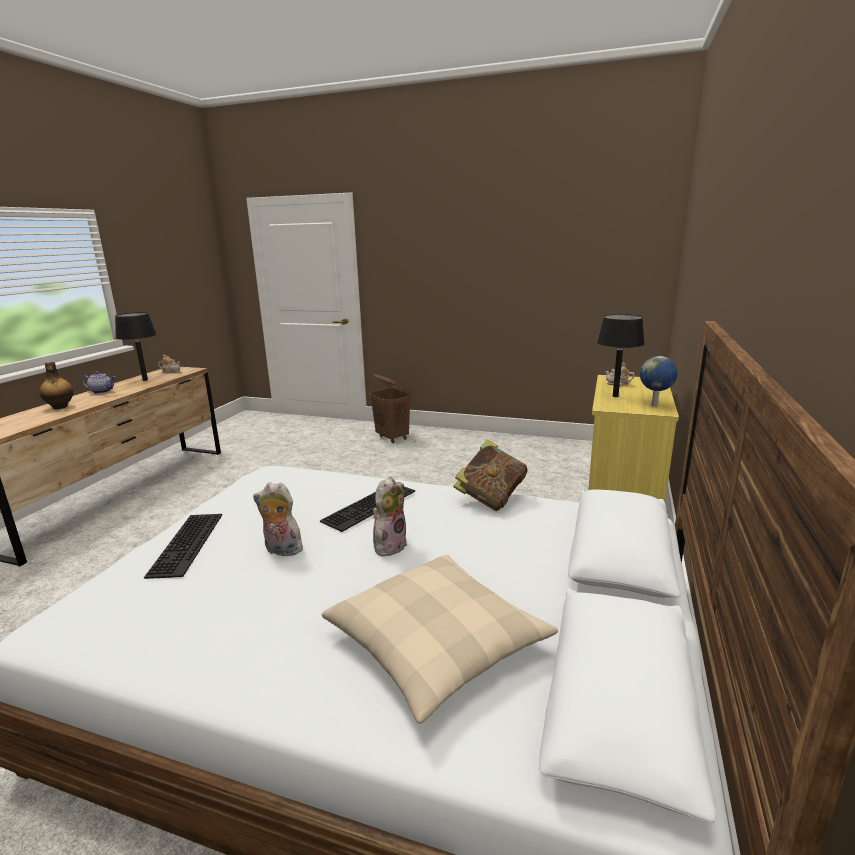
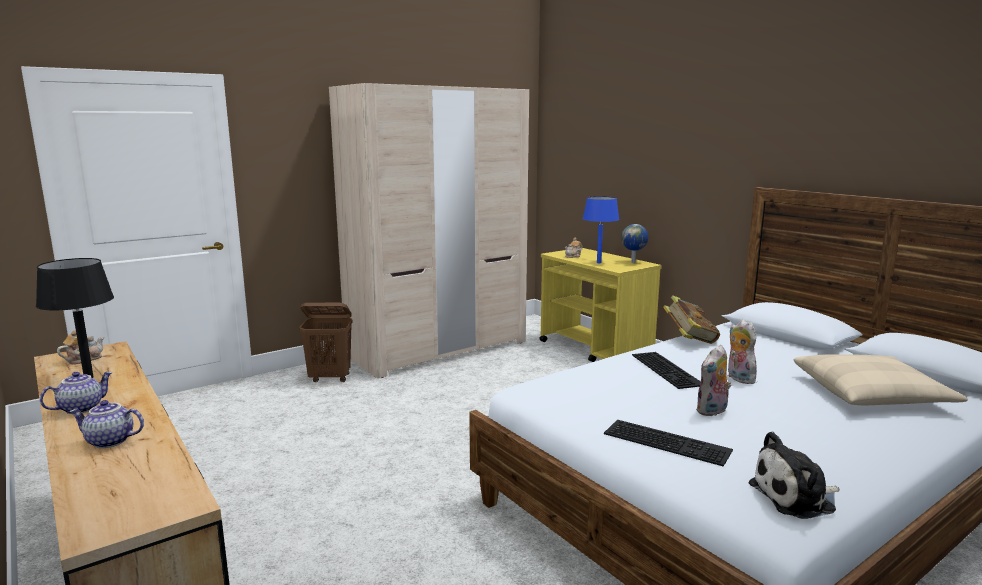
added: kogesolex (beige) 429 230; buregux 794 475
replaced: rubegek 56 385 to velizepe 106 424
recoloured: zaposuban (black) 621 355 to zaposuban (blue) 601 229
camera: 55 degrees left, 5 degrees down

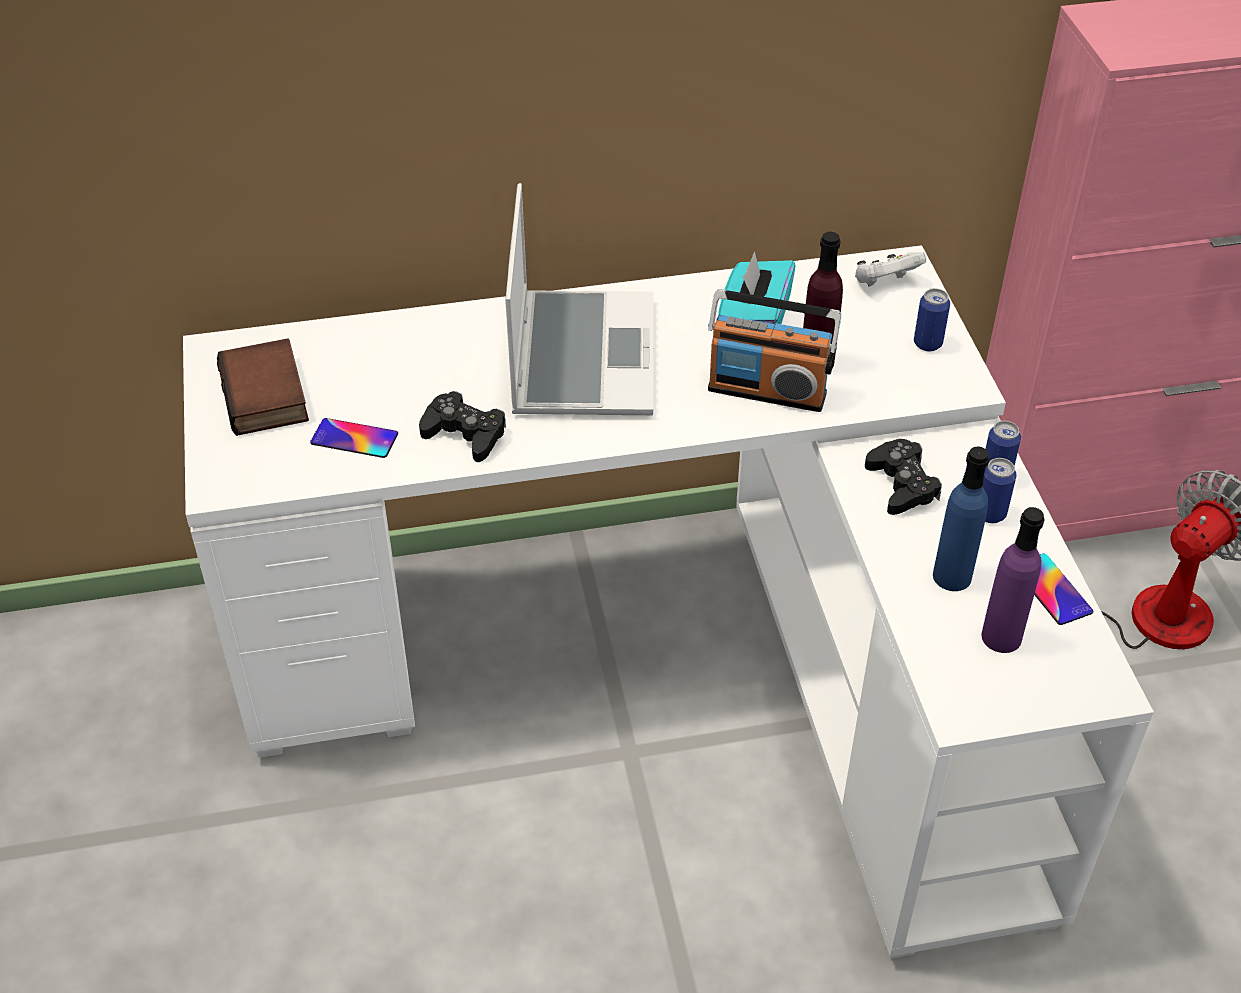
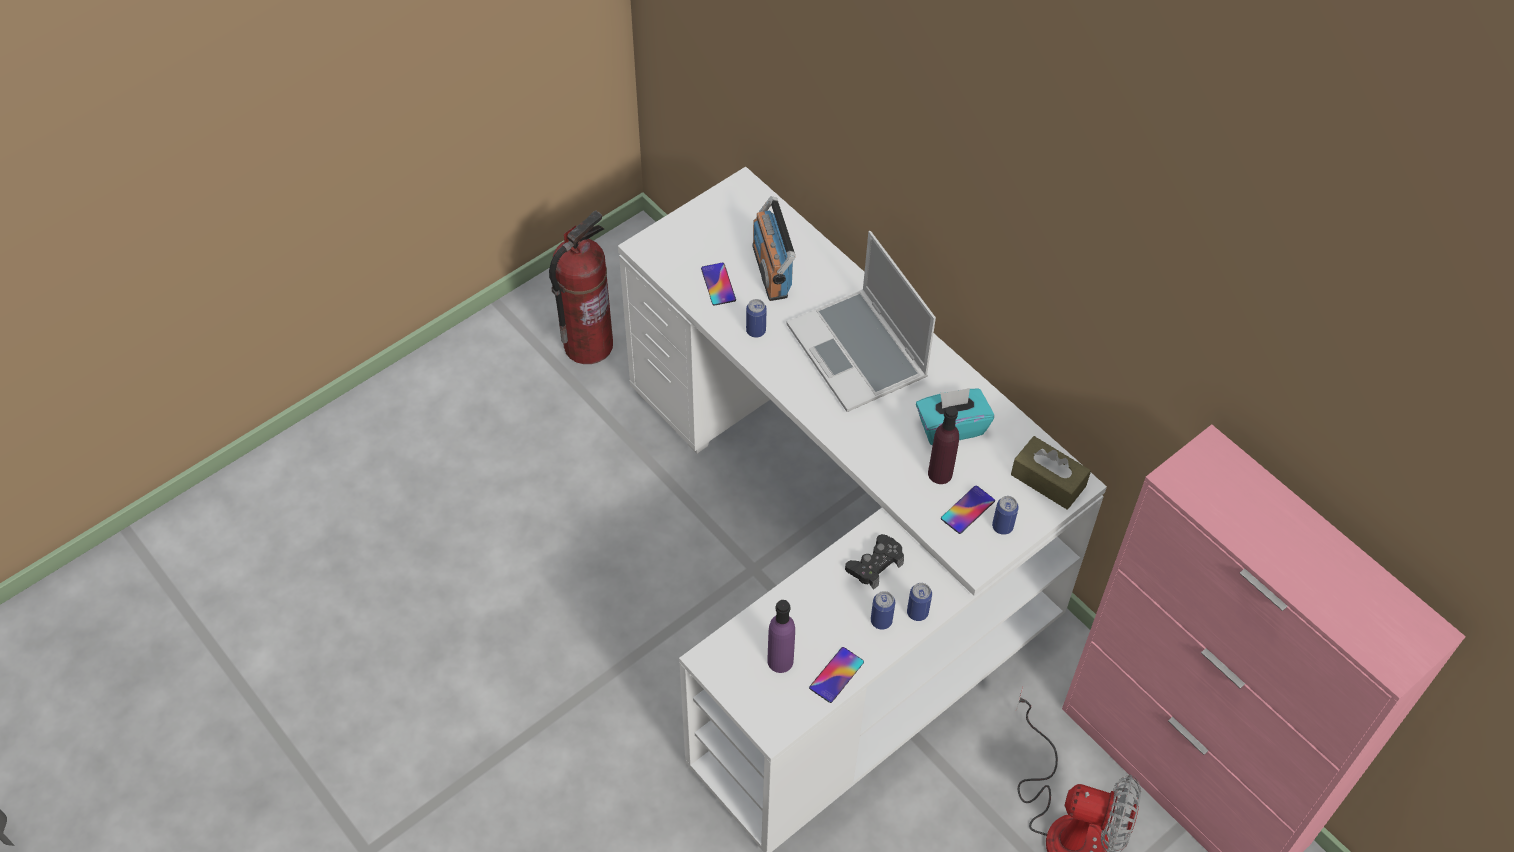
removed: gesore 263 387; rubegek (blue) 961 519
added: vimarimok 581 287; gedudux 968 510
moved: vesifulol 774 350 to 774 248
replaced: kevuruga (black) 462 426 to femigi 756 318; kevuruga (white) 890 269 to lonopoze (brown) 1051 473
turned: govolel 579 299 = 861 321 90 degrees clockwise
camera: 60 degrees right, 10 degrees up

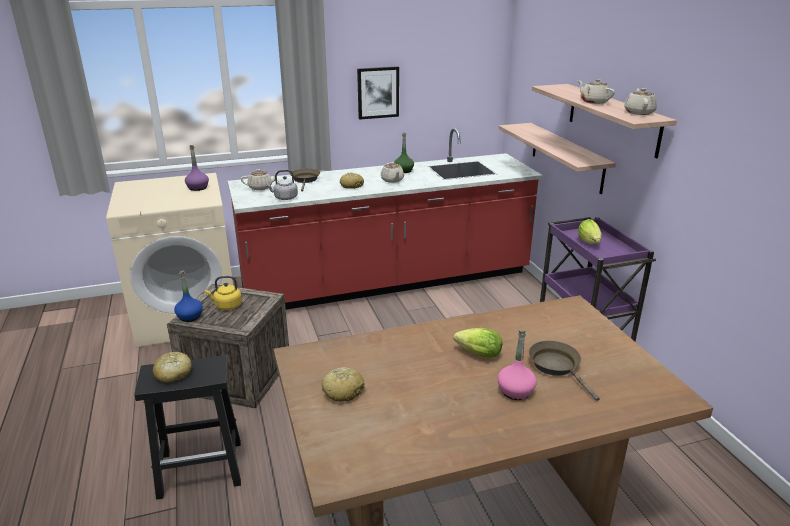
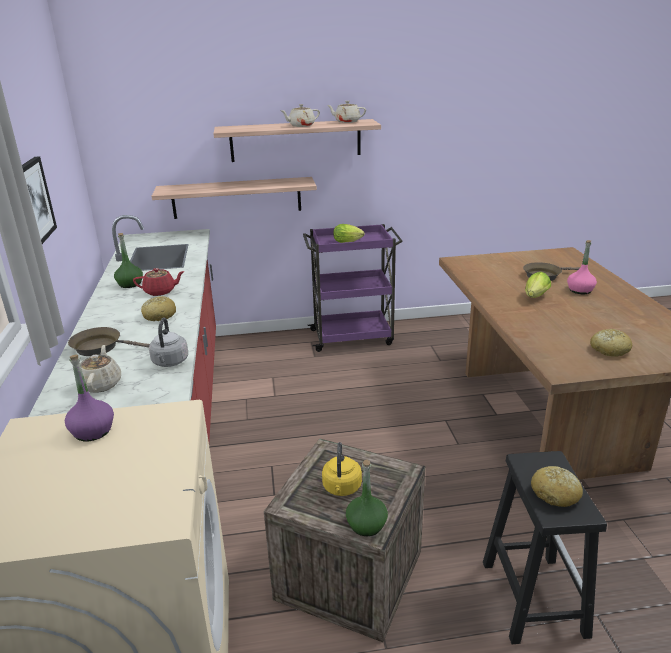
recoloured: rubegek (blue) 188 296 to rubegek (green) 367 498; velizepe (beige) 392 172 to velizepe (red) 159 282
camera: 80 degrees left, 0 degrees up

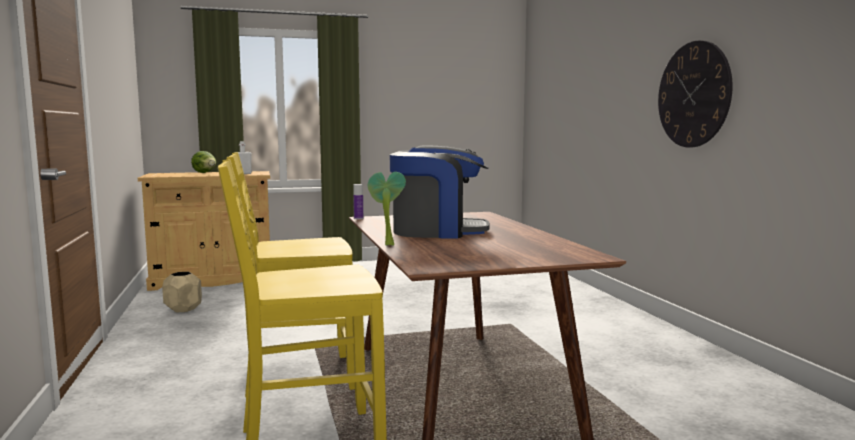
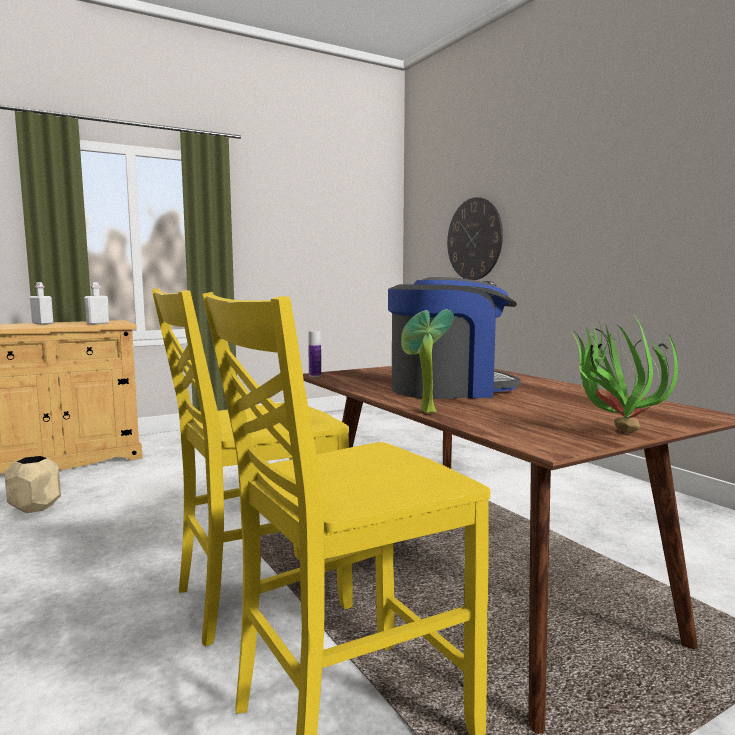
added: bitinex 625 375
moved: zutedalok 695 93 to 475 238
replaced: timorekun 203 162 to rubegek (white) 41 303
camera: 15 degrees left, 0 degrees up

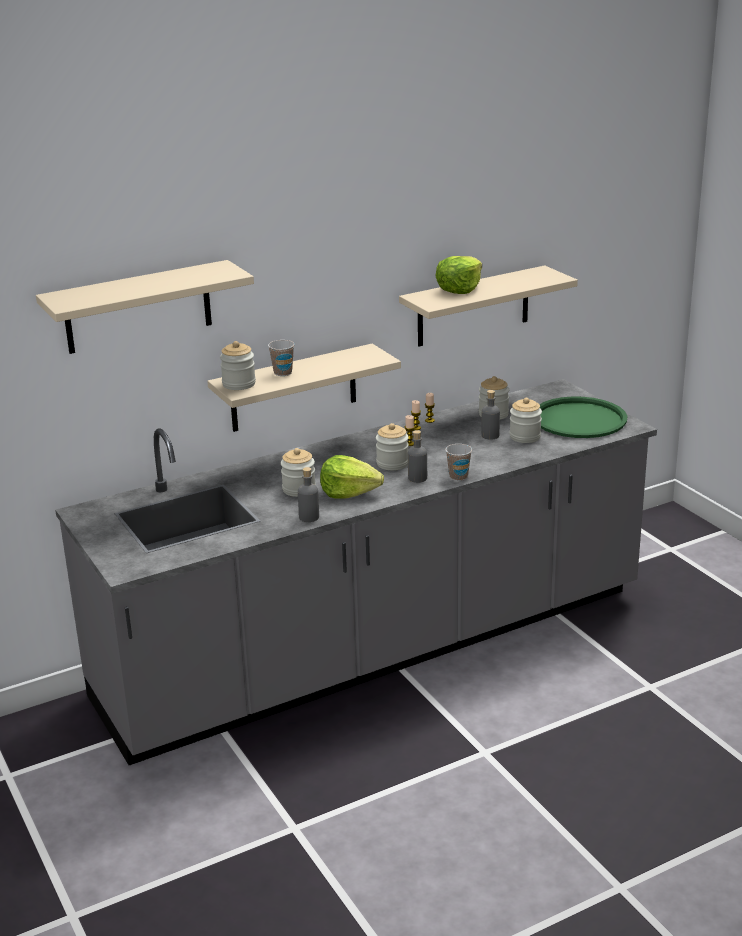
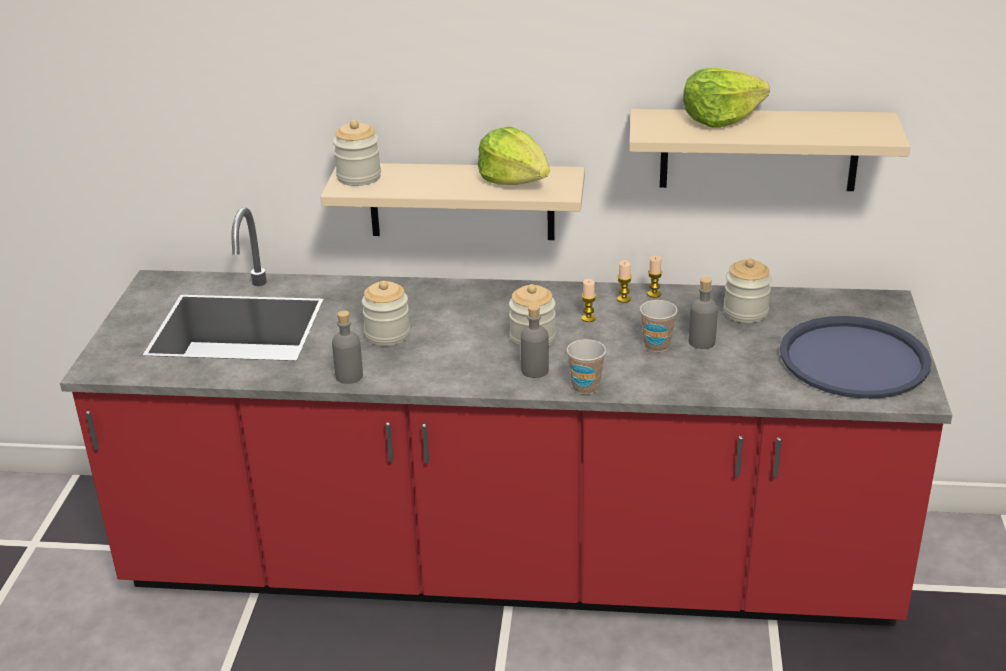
removed: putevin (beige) 145 307; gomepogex 526 420
moved: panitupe 281 358 to 659 326; timorekun 352 477 to 514 156
recoloured: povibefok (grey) 356 572 to povibefok (red) 506 416; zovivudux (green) 583 417 to zovivudux (blue) 856 357
camera: 35 degrees right, 5 degrees up

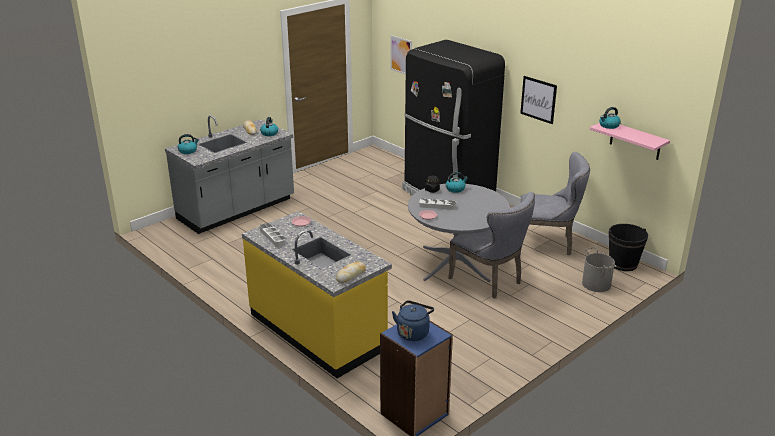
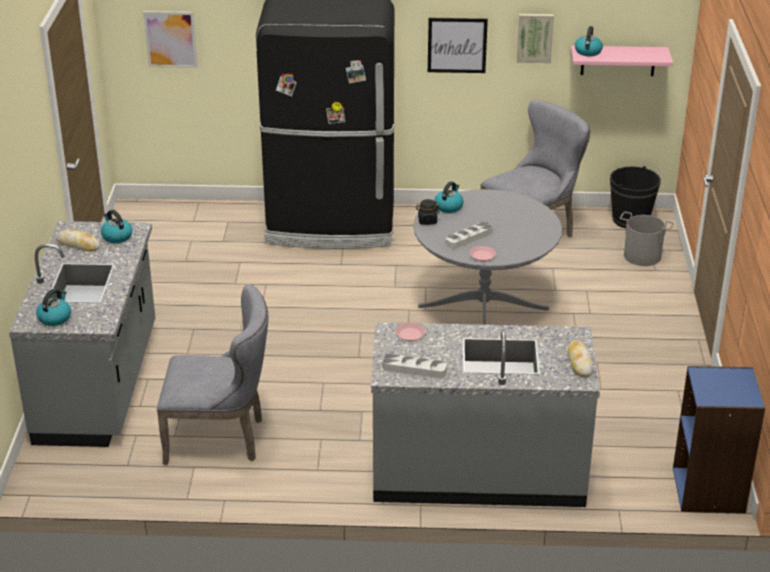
removed: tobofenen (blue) 413 320
added: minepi 535 38
moved: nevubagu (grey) 491 245 to 212 374
recoloured: povibefok (yellow) 317 294 to povibefok (grey) 485 414
camera: 45 degrees left, 5 degrees up

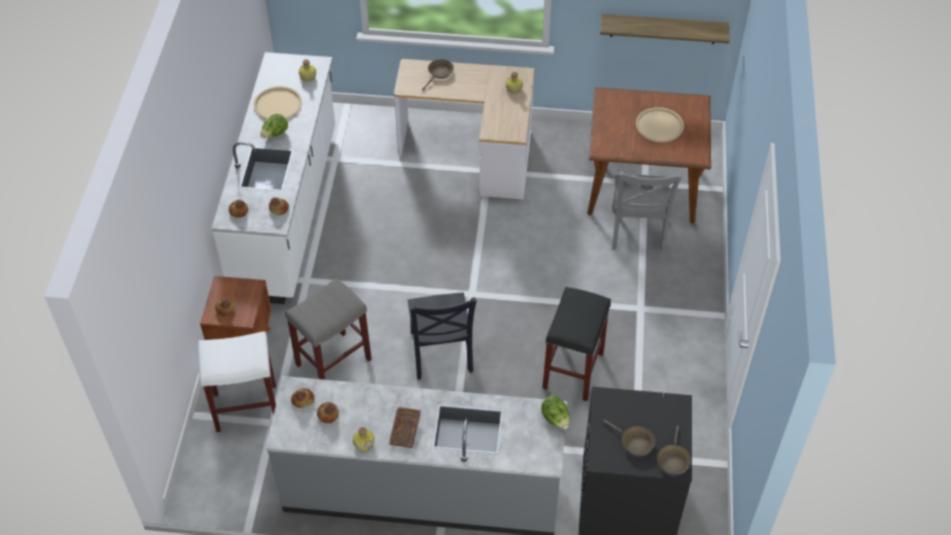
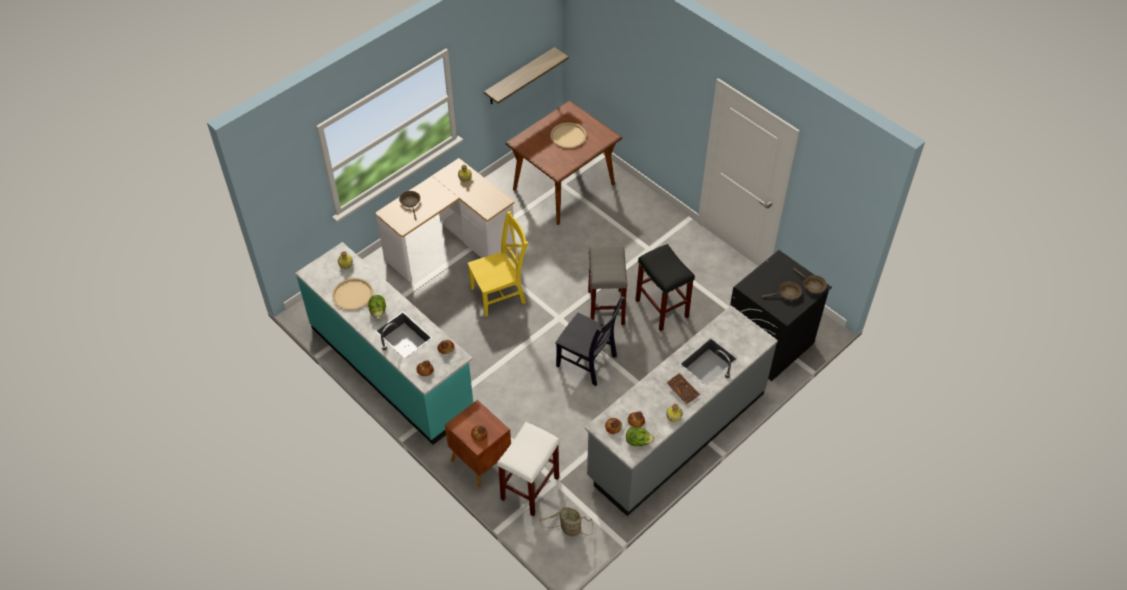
removed: nevubagu (grey) 647 211
added: nevubagu (yellow) 498 264; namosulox 566 521
moved: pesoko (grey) 328 329 to 608 285; timorekun 555 412 to 640 436
recoloured: povibefok (white) 273 178 to povibefok (turquoise) 384 343
camera: 50 degrees left, 0 degrees up

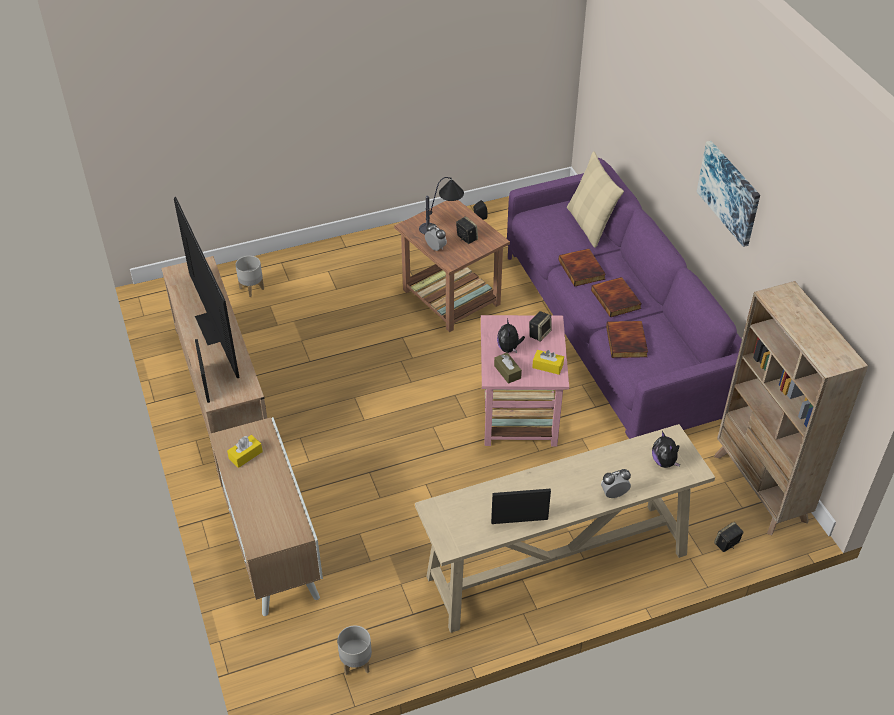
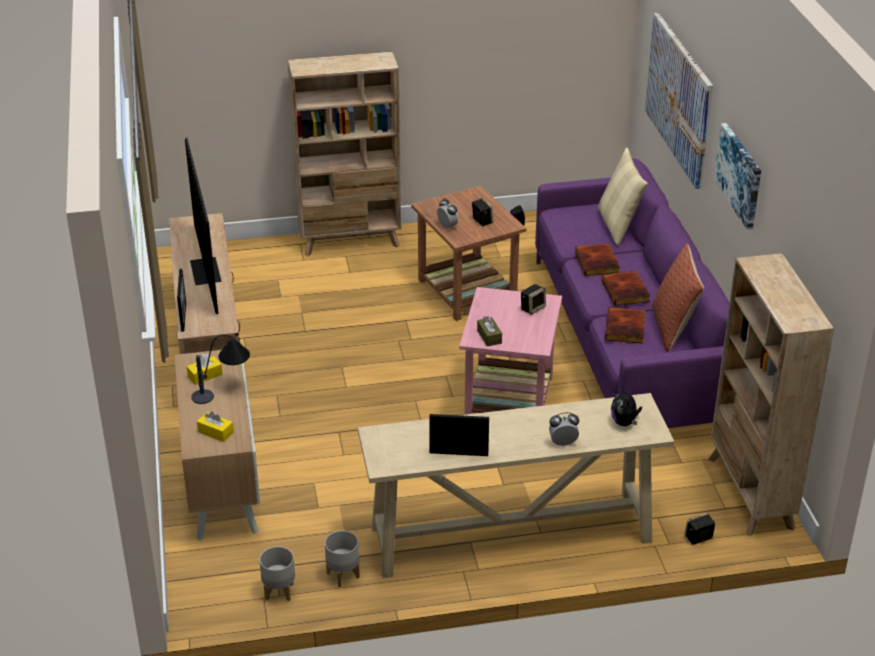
removed: buregux 511 336
added: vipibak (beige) 344 153; minepi 679 101; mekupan 678 297
moved: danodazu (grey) 250 276 to 342 558; zaposuban 441 205 to 220 369; lonopoze (yellow) 548 362 to 215 426
camera: 10 degrees right, 10 degrees down

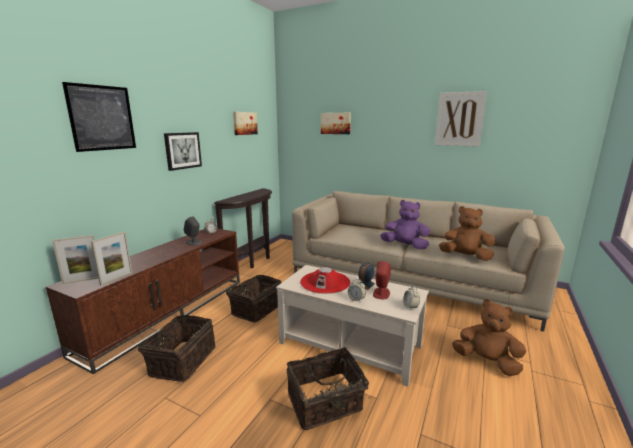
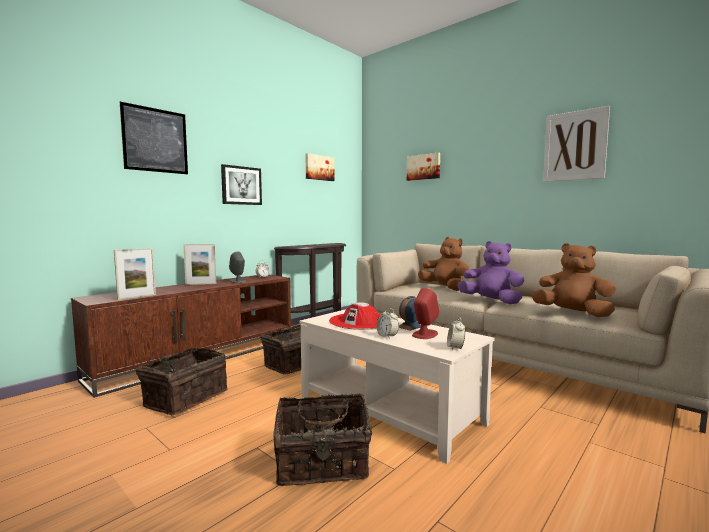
moved: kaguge 75 259 to 199 264; buregux (brown) 489 337 to 443 264
camera: 15 degrees right, 10 degrees down

